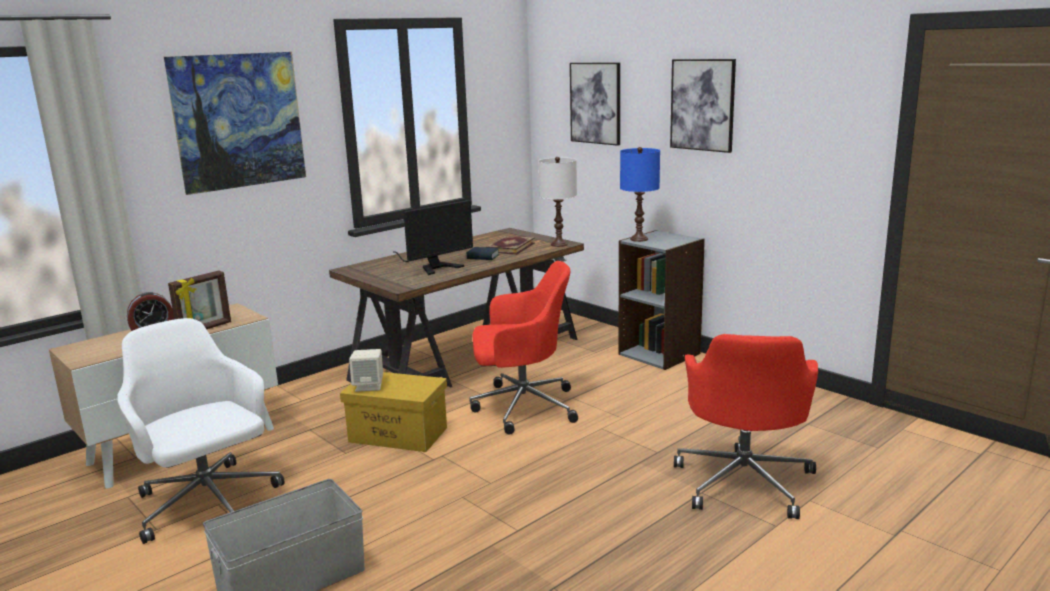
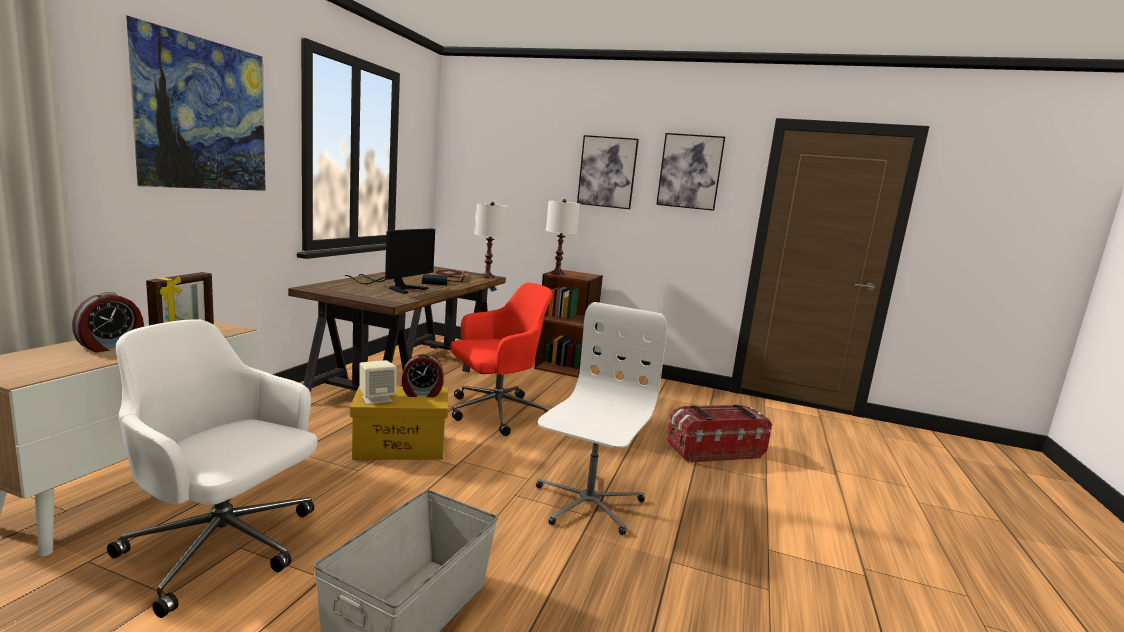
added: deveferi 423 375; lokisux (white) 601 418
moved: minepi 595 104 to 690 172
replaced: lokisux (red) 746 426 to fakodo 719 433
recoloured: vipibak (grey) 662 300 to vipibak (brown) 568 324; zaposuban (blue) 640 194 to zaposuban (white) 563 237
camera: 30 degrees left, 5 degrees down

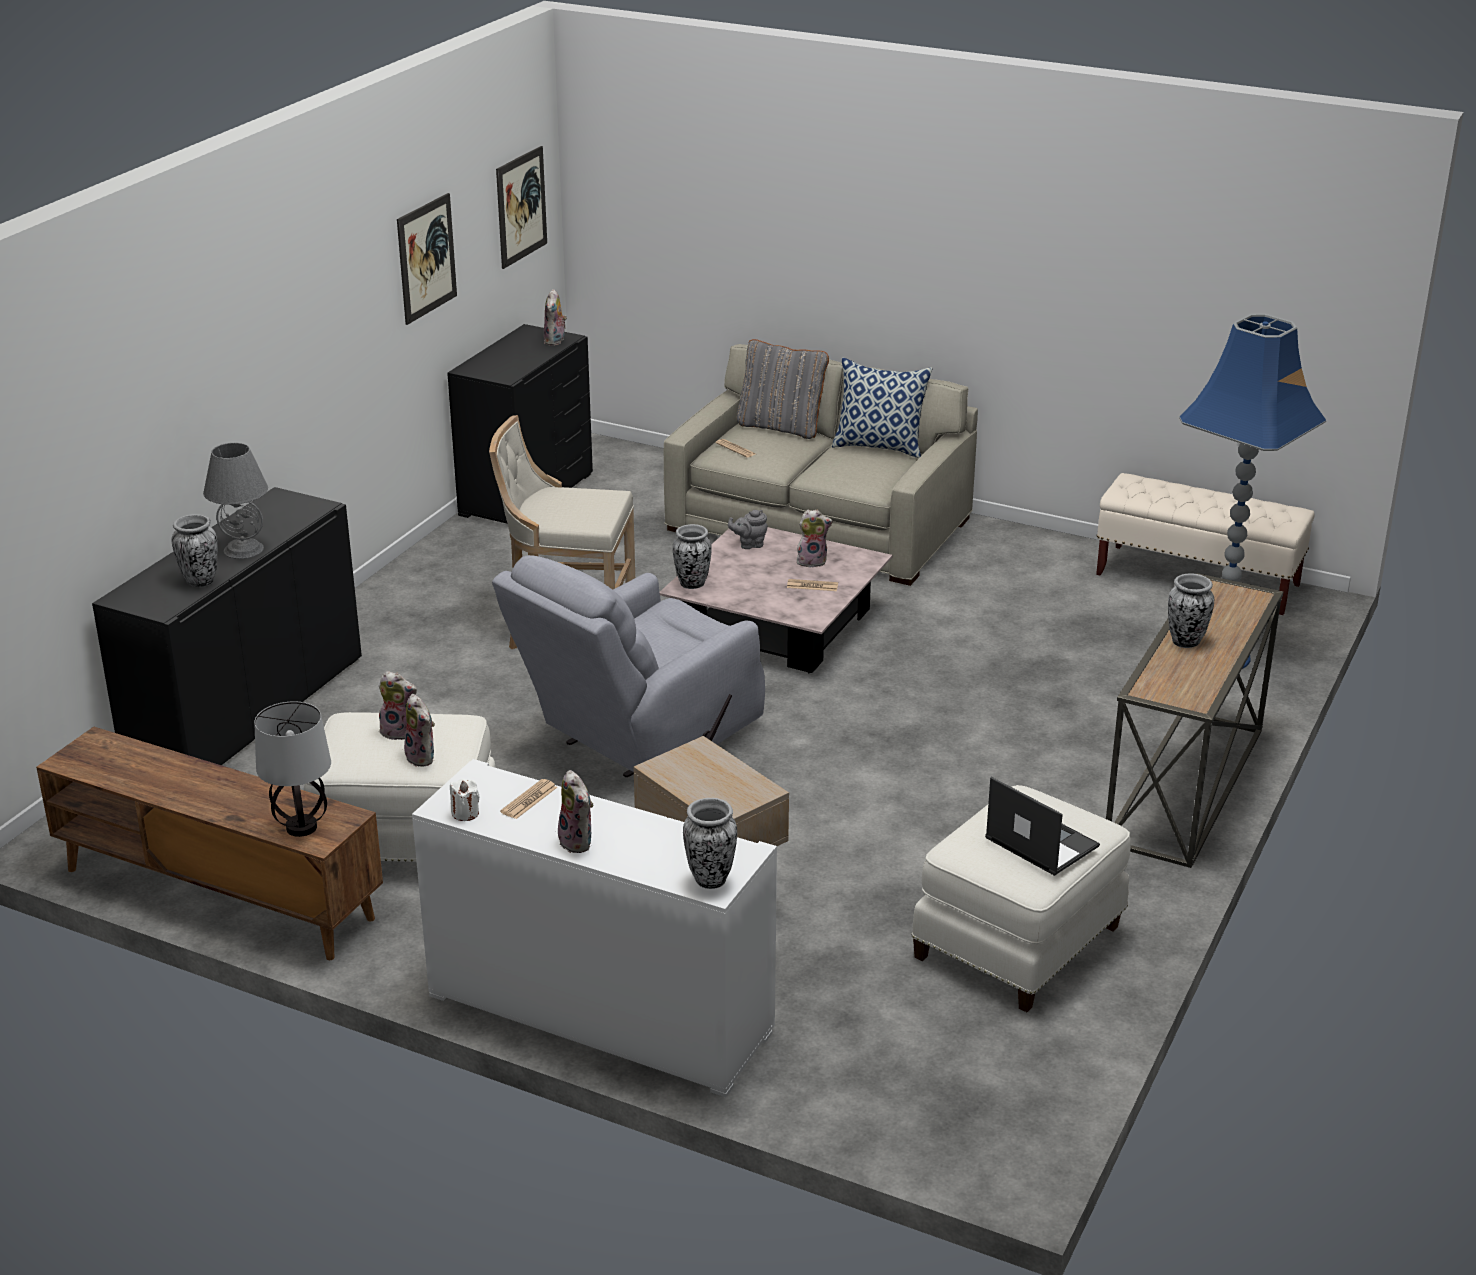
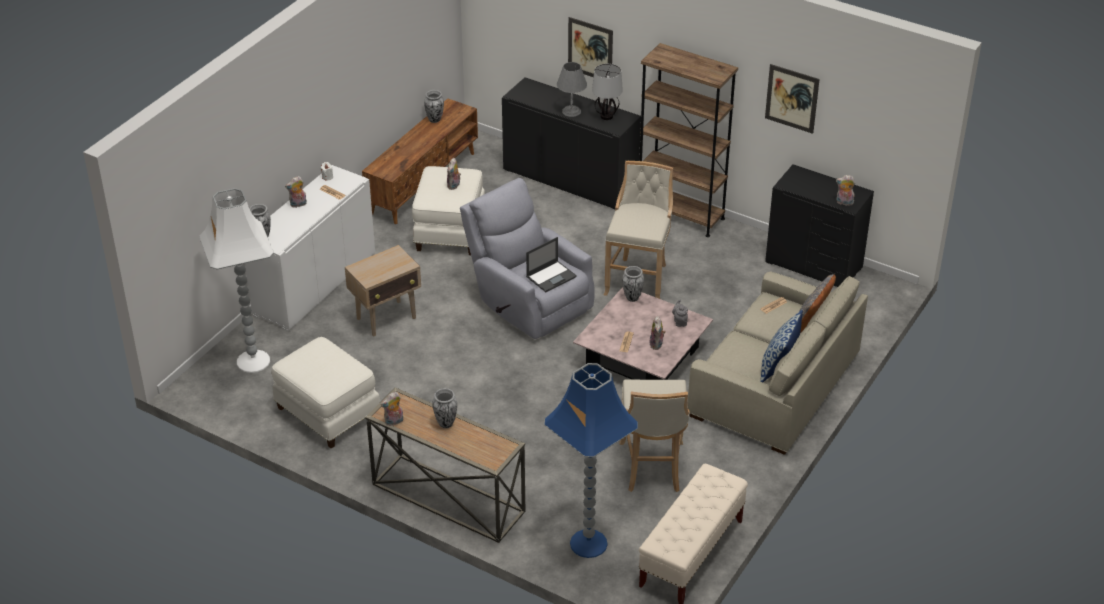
added: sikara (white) 236 280; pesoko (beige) 655 436; vipibak (brown) 688 140
moved: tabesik 194 550 to 434 106; zaposuban 292 769 to 607 92; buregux 419 730 to 392 409; minepi 521 207 to 590 47; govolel 1042 826 to 551 264
camera: 95 degrees right, 10 degrees up

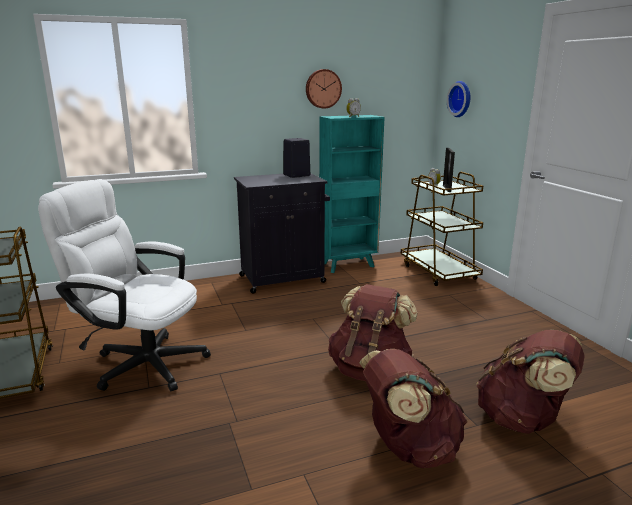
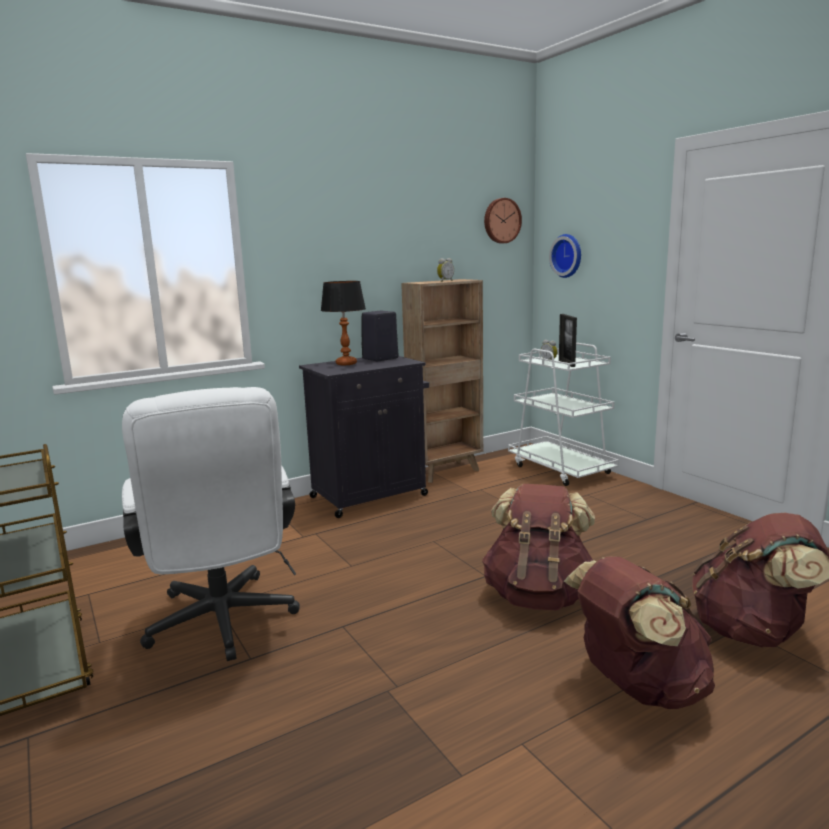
added: zaposuban 343 323
moved: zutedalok 324 89 to 503 220
recoloured: vipibak (turquoise) 352 194 to vipibak (brown) 442 381; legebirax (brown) 442 229 to legebirax (white) 563 414
turned: lokisux (white) 124 285 = 211 524 120 degrees counterclockwise
camera: 10 degrees left, 5 degrees down

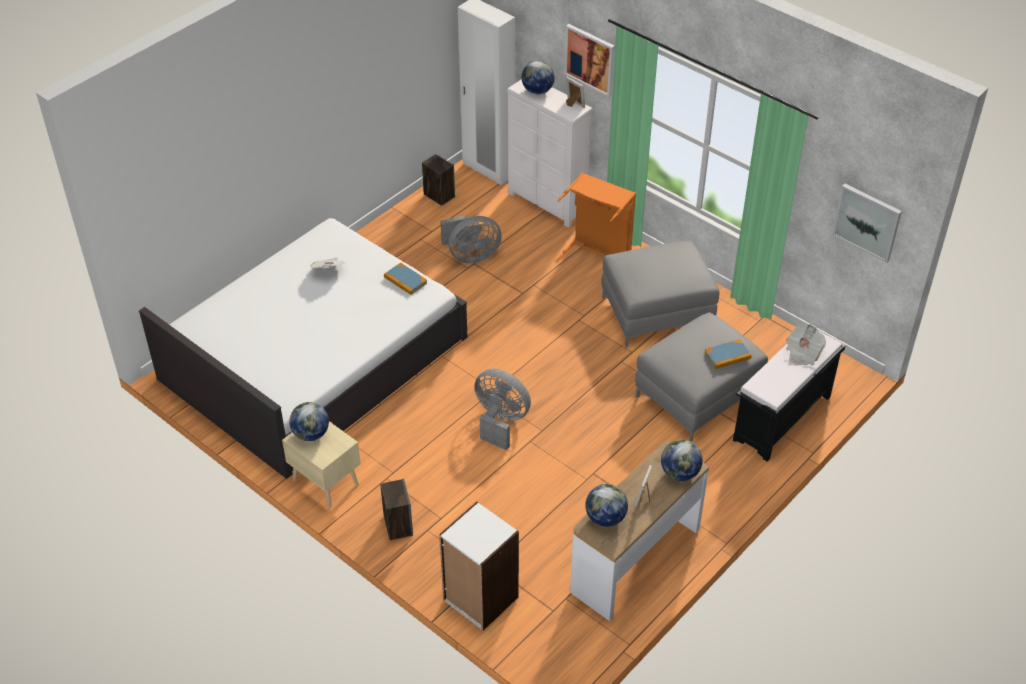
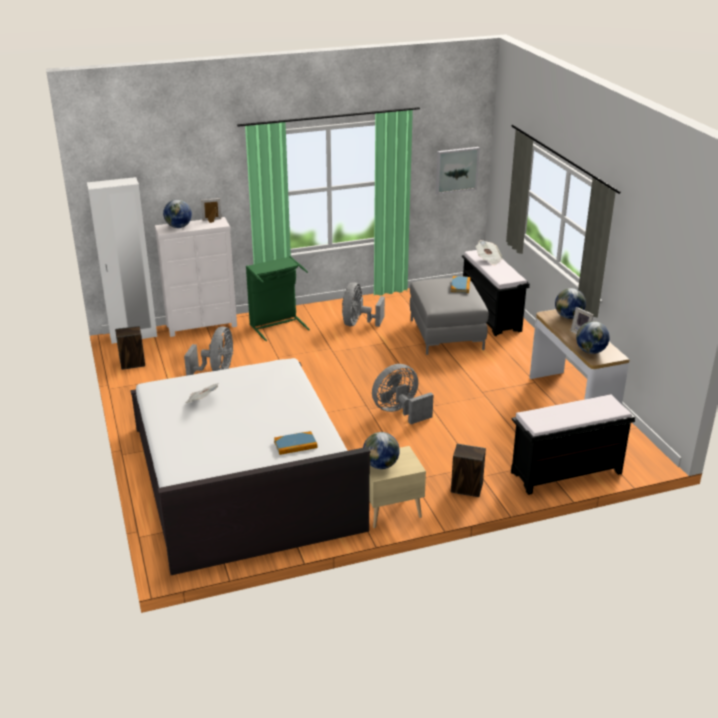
removed: minepi 589 60
moved: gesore 405 279 to 295 443
replaced: vipibak (white) 479 566 to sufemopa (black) 573 445; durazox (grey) 660 294 to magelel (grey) 363 304
recoloured: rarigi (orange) 596 217 to rarigi (green) 278 298
camera: 60 degrees left, 15 degrees down

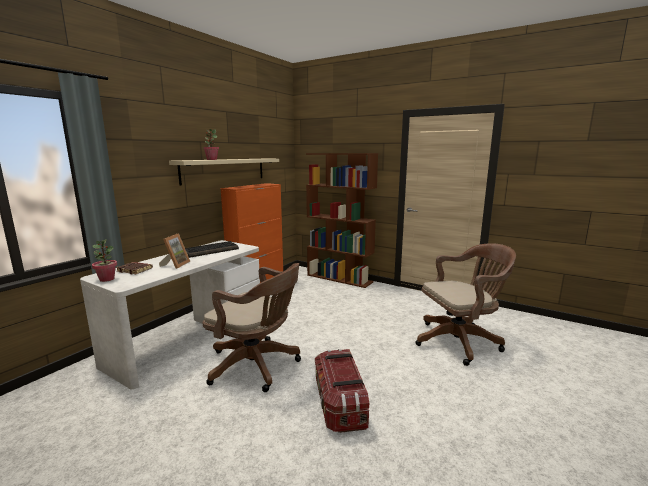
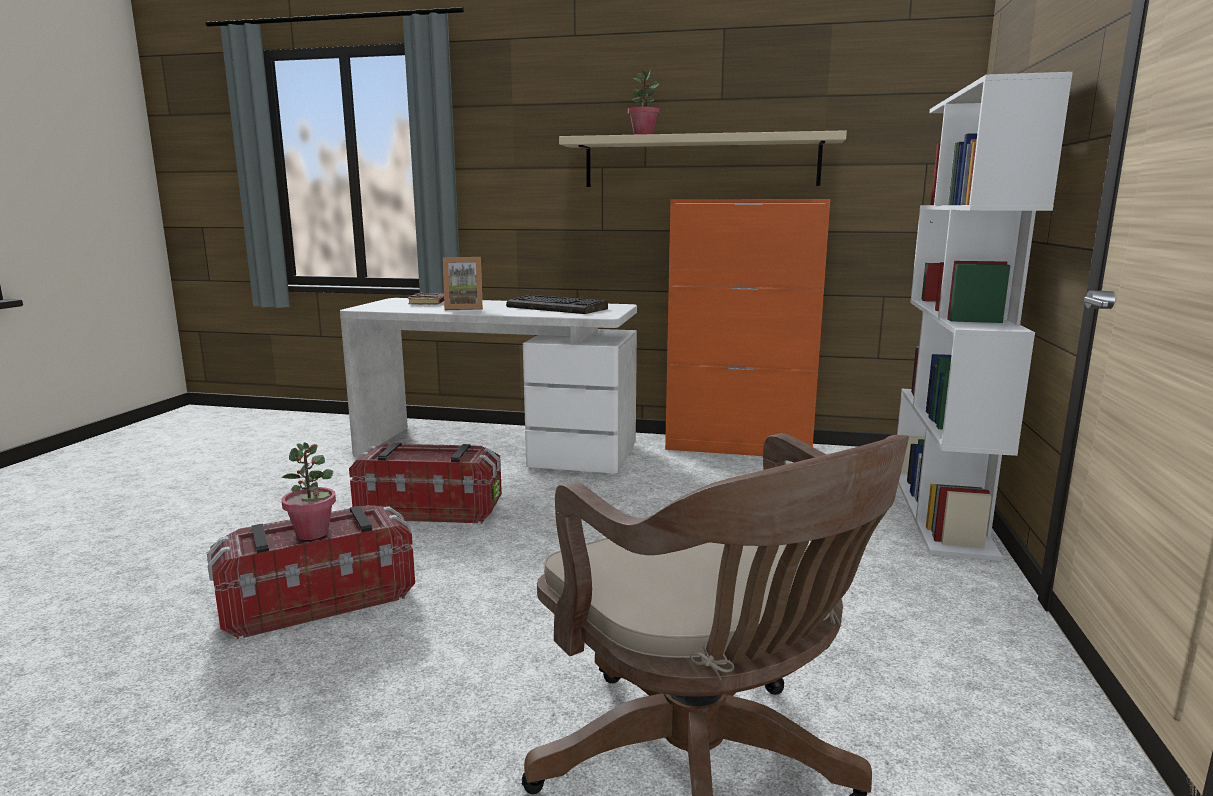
moved: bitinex 104 260 to 308 491
replaced: lokisux (brown) 252 327 to fakodo 425 483
recoloured: vipibak (brown) 342 220 to vipibak (white) 985 316
camera: 70 degrees right, 0 degrees up

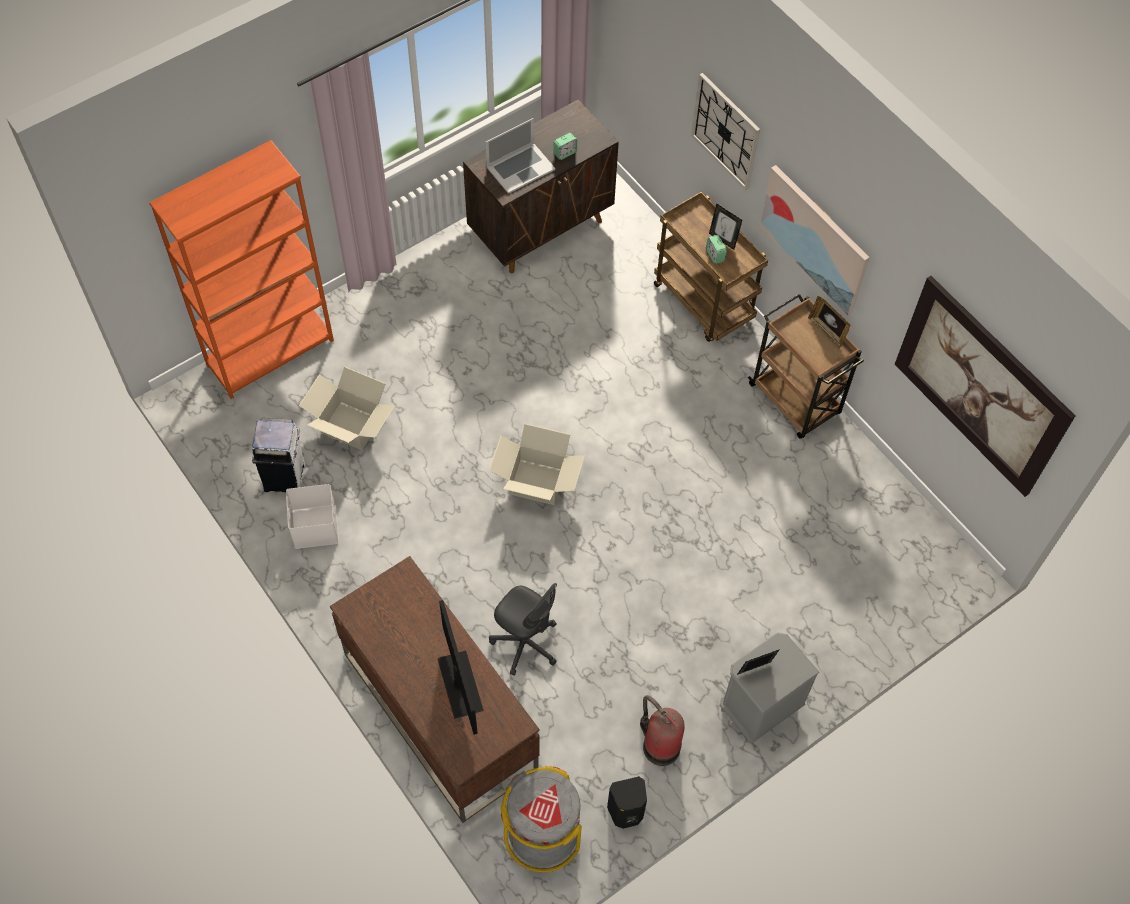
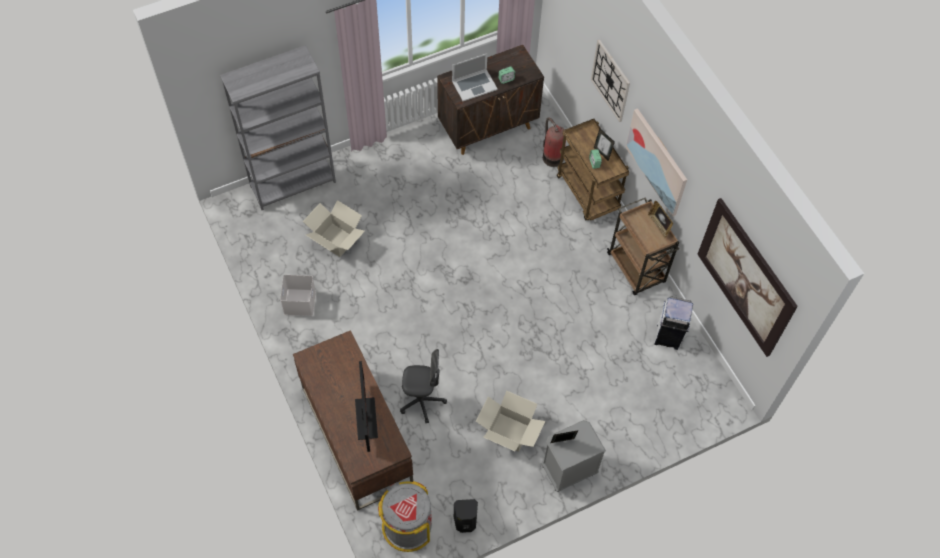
moved: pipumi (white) 278 455 to 673 323; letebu 537 464 to 510 421; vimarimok 662 730 to 554 142
recoloured: vipibak (orange) 241 269 to vipibak (grey) 278 127
turned: lokisux (grey) 523 629 = 423 386 45 degrees counterclockwise
camera: 10 degrees right, 0 degrees up

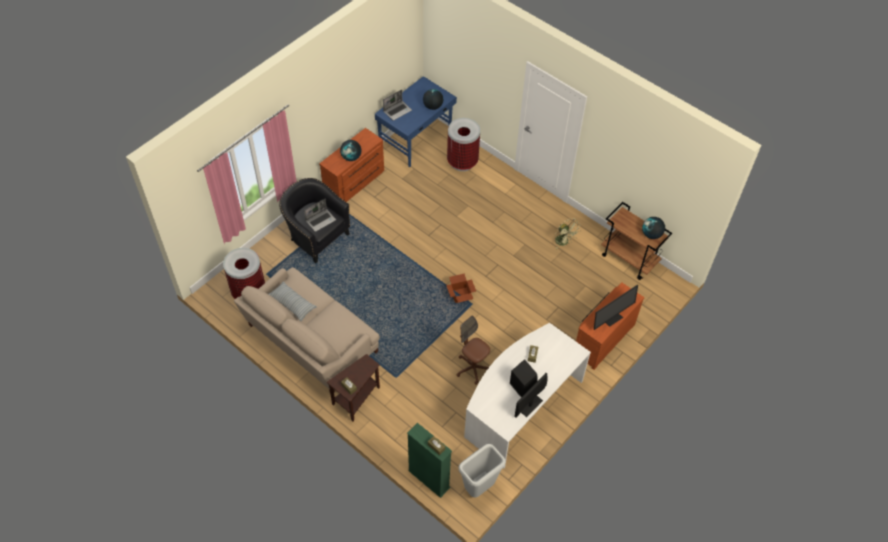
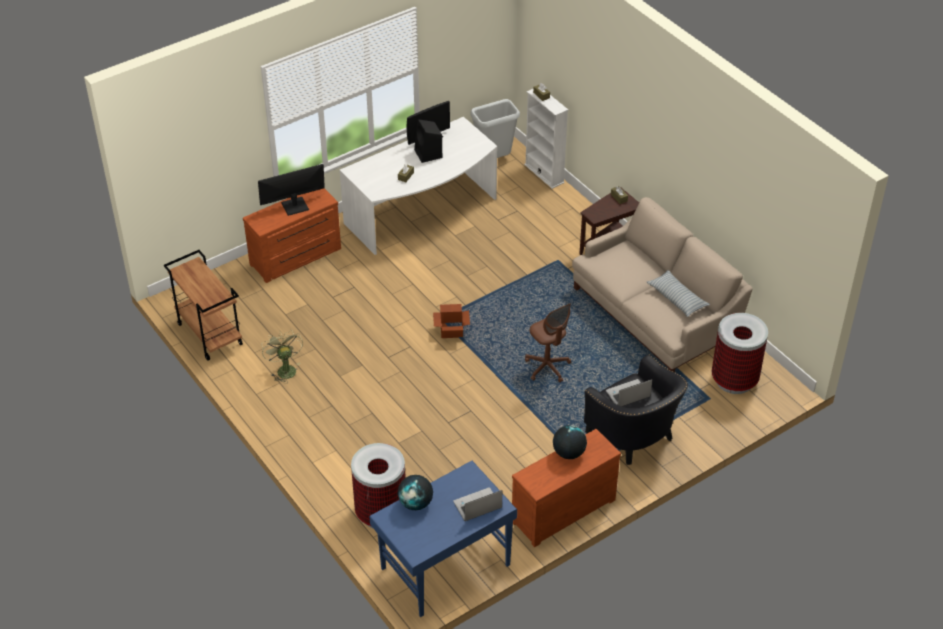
removed: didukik 653 228
moved: lokisux (brown) 473 350 to 548 342
recoloured: vipibak (green) 429 460 to vipibak (white) 546 139
camera: 165 degrees left, 10 degrees down

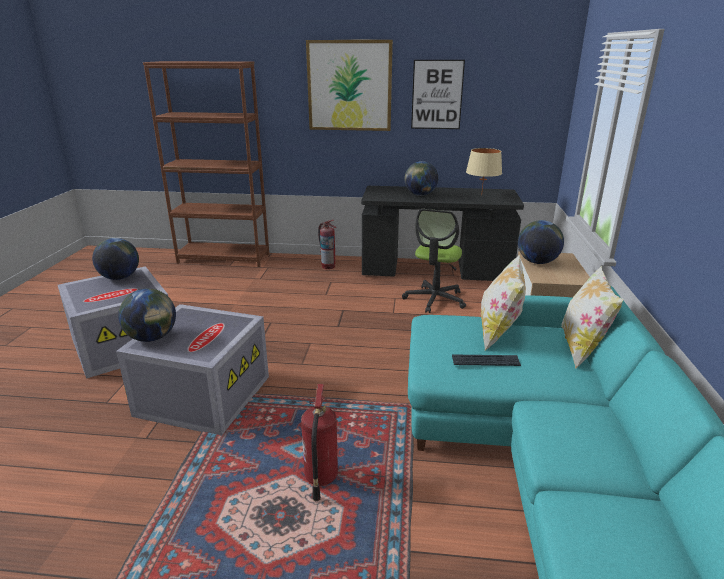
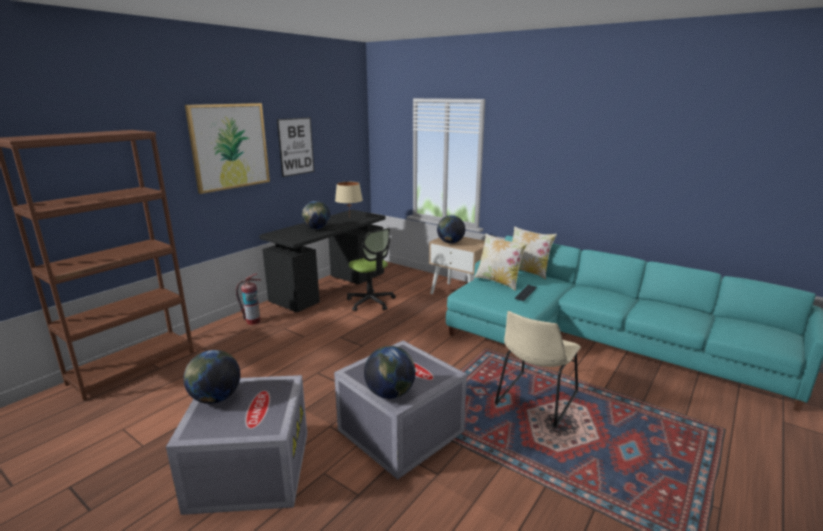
replaced: vimarimok 319 442 to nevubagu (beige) 538 369
camera: 60 degrees left, 5 degrees down

